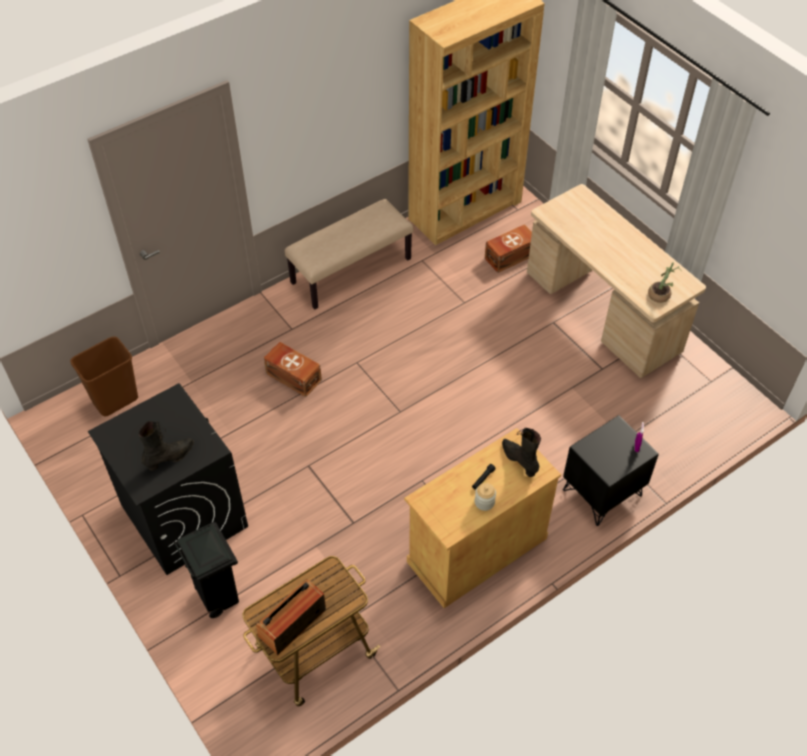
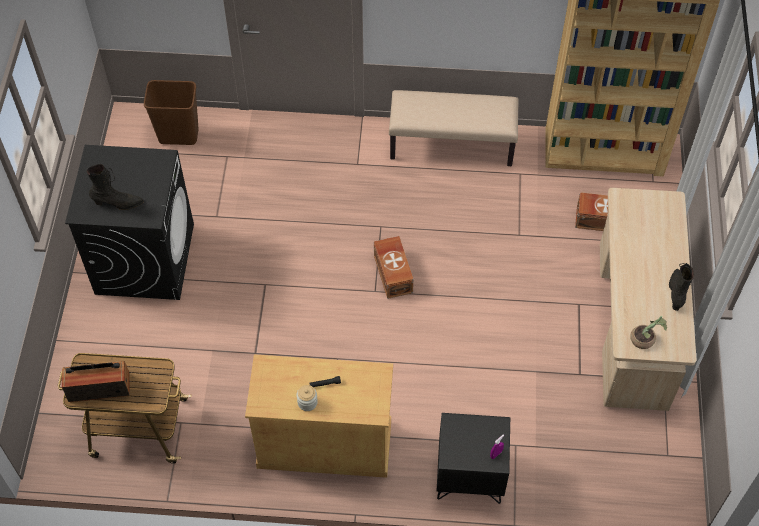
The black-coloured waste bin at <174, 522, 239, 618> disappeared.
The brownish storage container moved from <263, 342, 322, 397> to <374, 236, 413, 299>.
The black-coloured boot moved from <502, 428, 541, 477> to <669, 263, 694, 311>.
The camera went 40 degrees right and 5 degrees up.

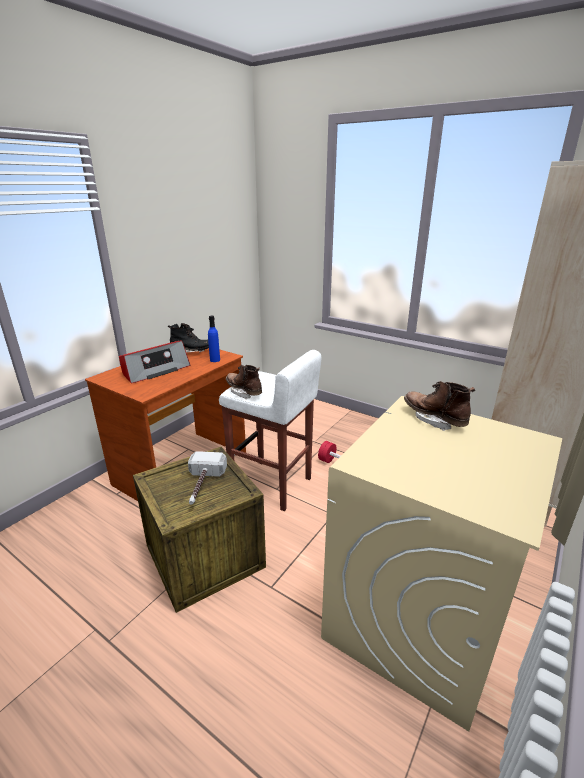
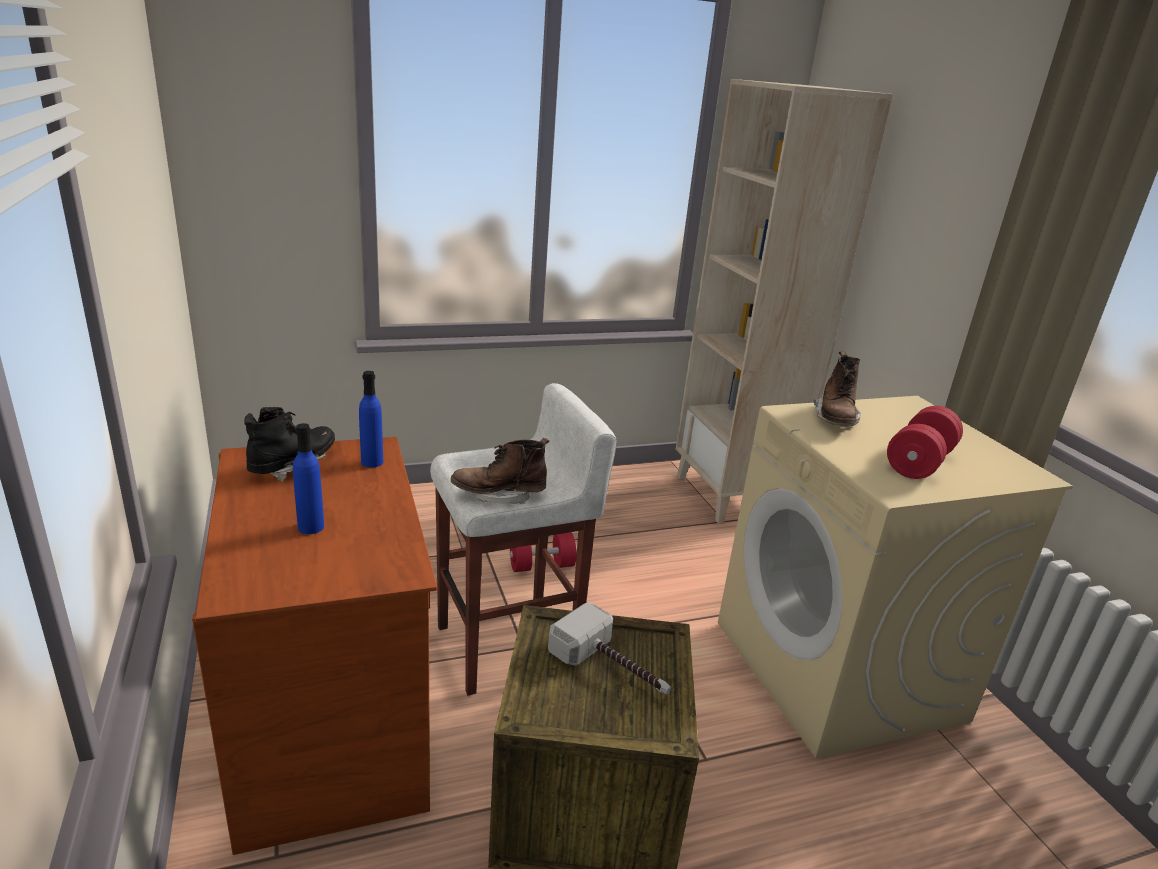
The reddish hand weight at <887, 406, 963, 479> appeared.
The radio set at <119, 340, 190, 384> was replaced by the blue-coloured drink bottle at <293, 423, 324, 534>.
The brownish boot at <404, 381, 475, 431> turned 75 degrees counterclockwise.
The camera went 55 degrees left and 0 degrees up.

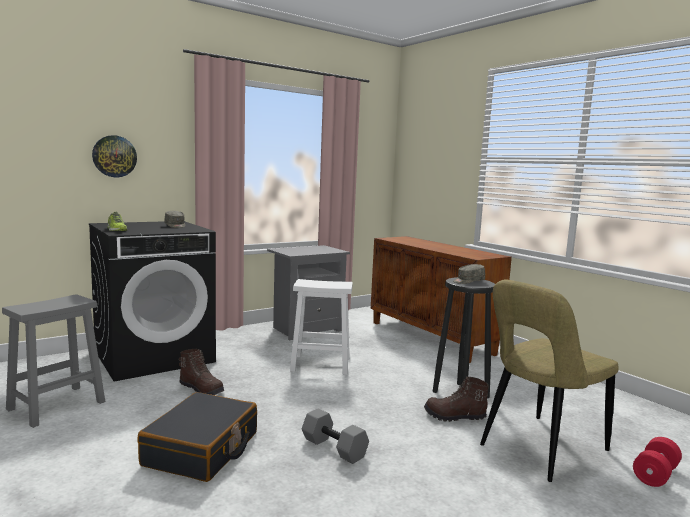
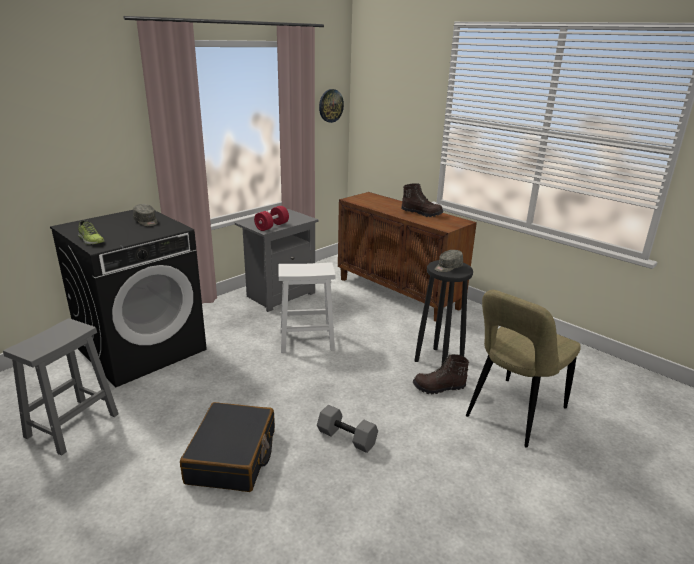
The wall clock moved from <92, 135, 137, 177> to <319, 89, 344, 123>.
The brownish boot moved from <179, 349, 224, 395> to <401, 183, 443, 217>.
The reddish hand weight moved from <633, 437, 682, 487> to <254, 206, 289, 231>.
The camera went 10 degrees left and 15 degrees up.

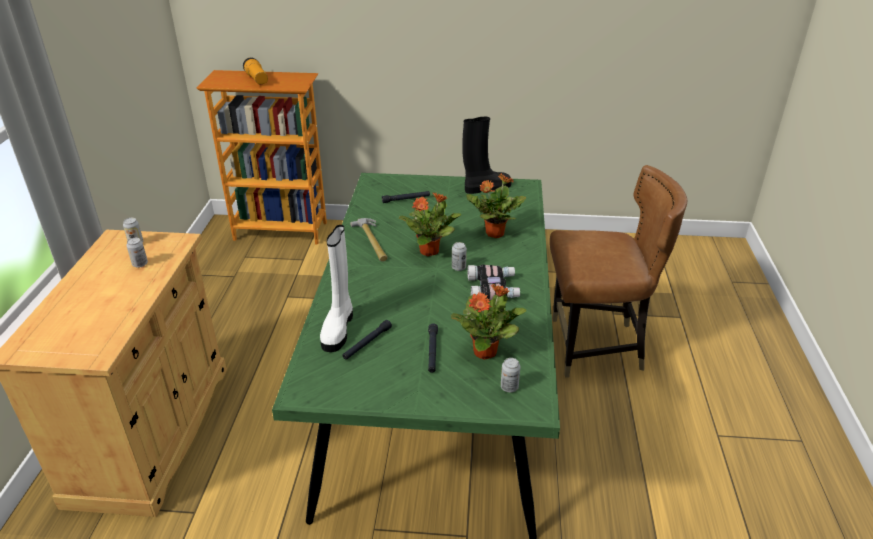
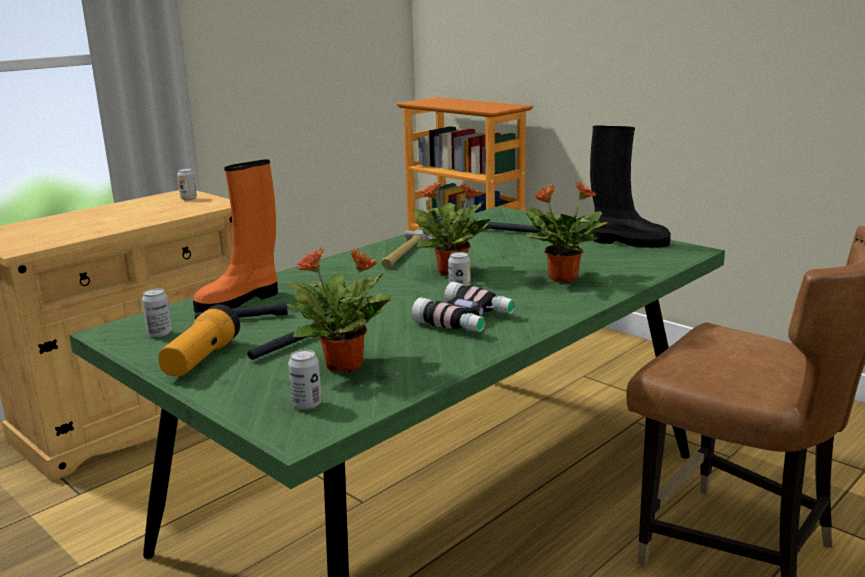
The metal can moved from <126, 238, 148, 268> to <142, 288, 172, 337>.
The torch moved from <243, 57, 268, 84> to <158, 304, 240, 376>.
The white boot at <320, 225, 353, 352> became the orangey boot at <193, 159, 278, 313>.
The camera went 40 degrees right and 15 degrees down.

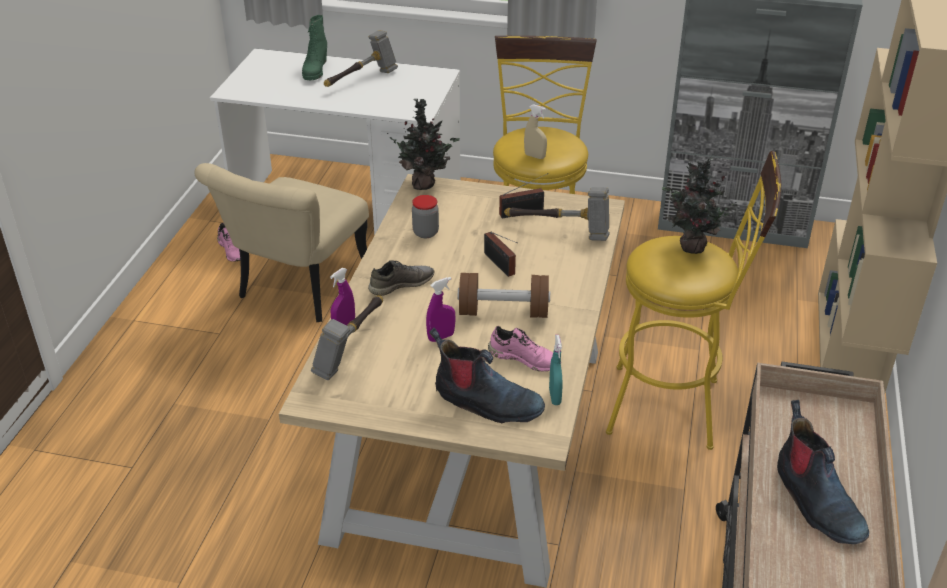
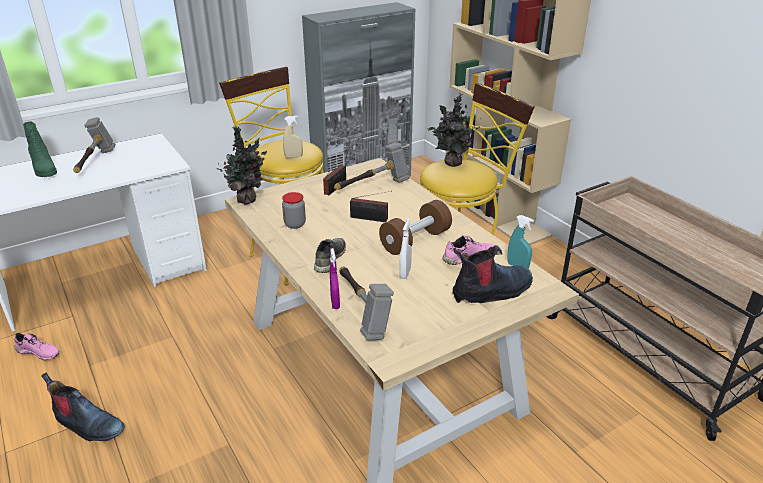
The sand-coloured chair at <194, 163, 369, 322> disappeared.
The boot moved from <777, 400, 869, 544> to <41, 373, 125, 441>.
The purple-coloured spray bottle at <426, 277, 456, 342> became the white spray bottle at <399, 218, 412, 279>.
The camera went 45 degrees left and 5 degrees down.

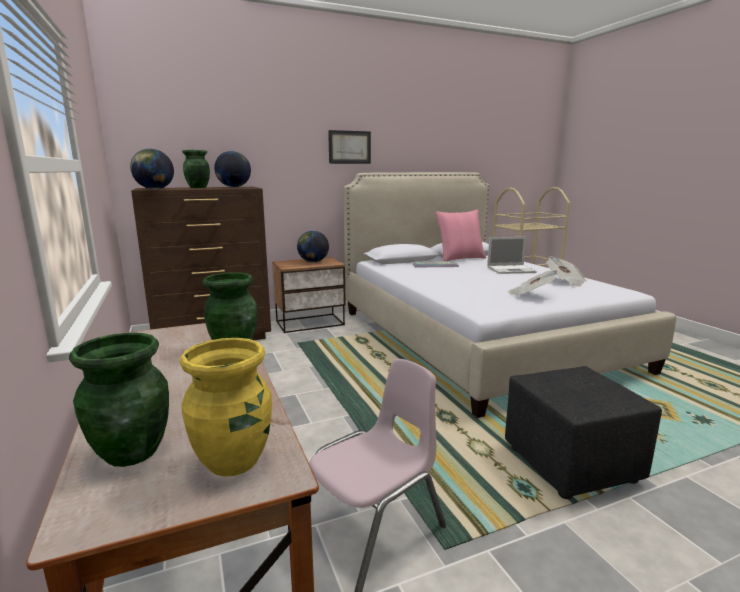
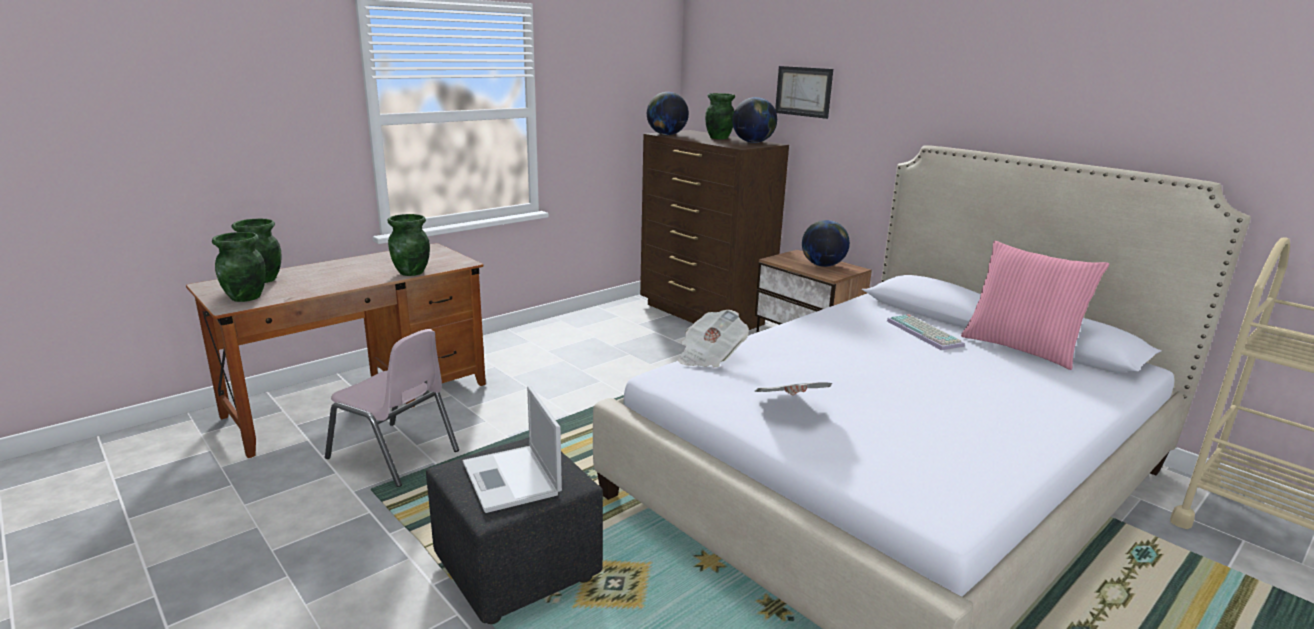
The wall art moved from <328, 130, 371, 164> to <775, 66, 833, 119>.
The laptop moved from <487, 237, 537, 274> to <462, 386, 562, 513>.
The newspaper moved from <546, 257, 587, 287> to <678, 310, 749, 368>.
The yellow-coloured flower vase at <180, 338, 272, 477> became the green flower vase at <212, 232, 266, 302>.
The camera went 70 degrees right and 5 degrees up.

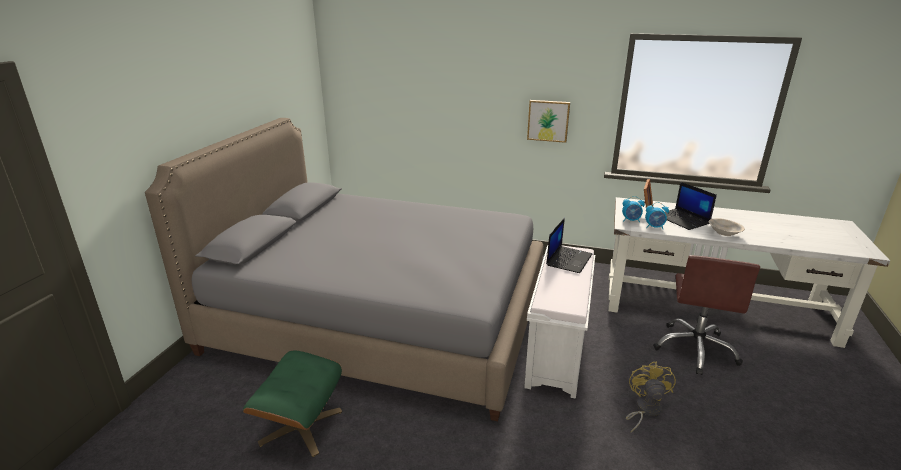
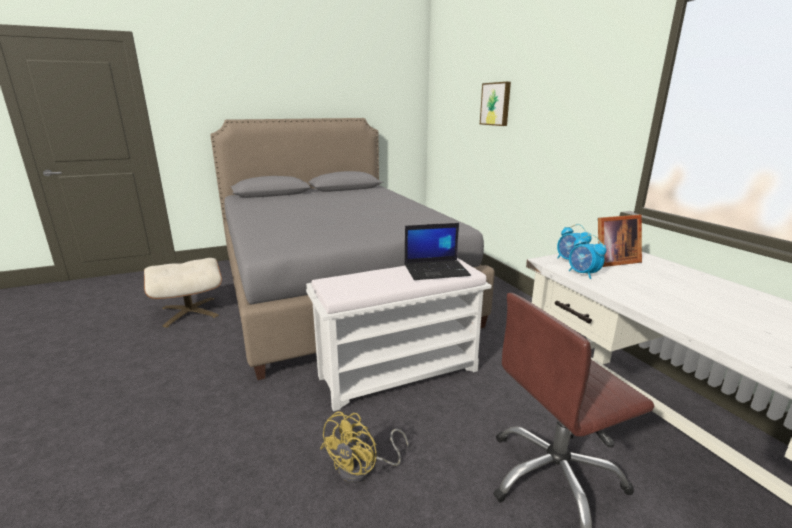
The laptop at <665, 182, 717, 230> disappeared.
The sand-coloured deep dish at <709, 218, 745, 236> disappeared.
The wall art moved from <527, 100, 570, 143> to <480, 82, 511, 126>.
The green pouffe at <243, 350, 342, 457> became the sand-coloured pouffe at <144, 258, 222, 327>.
The yellow-coloured cooling fan at <626, 362, 676, 432> turned 150 degrees clockwise.
The camera went 50 degrees right and 5 degrees down.

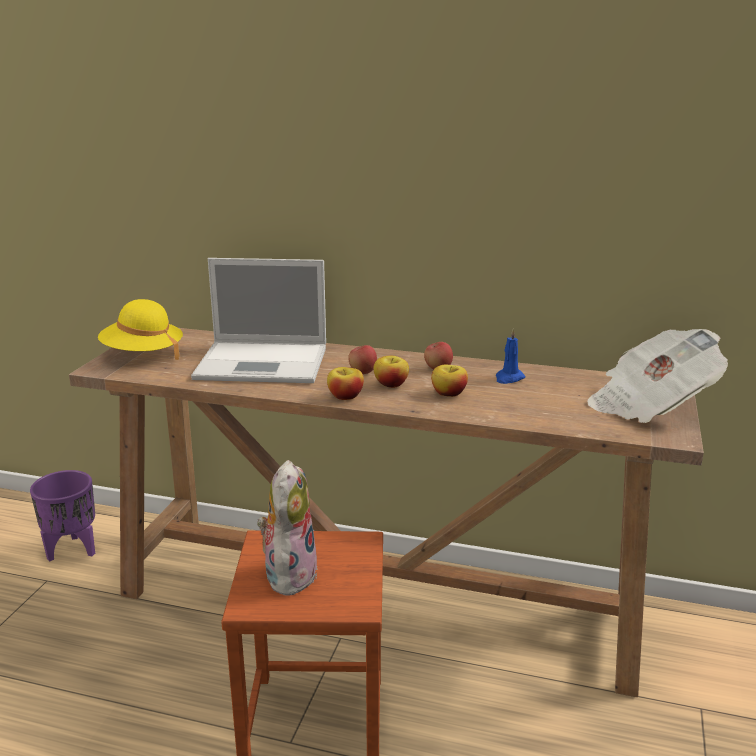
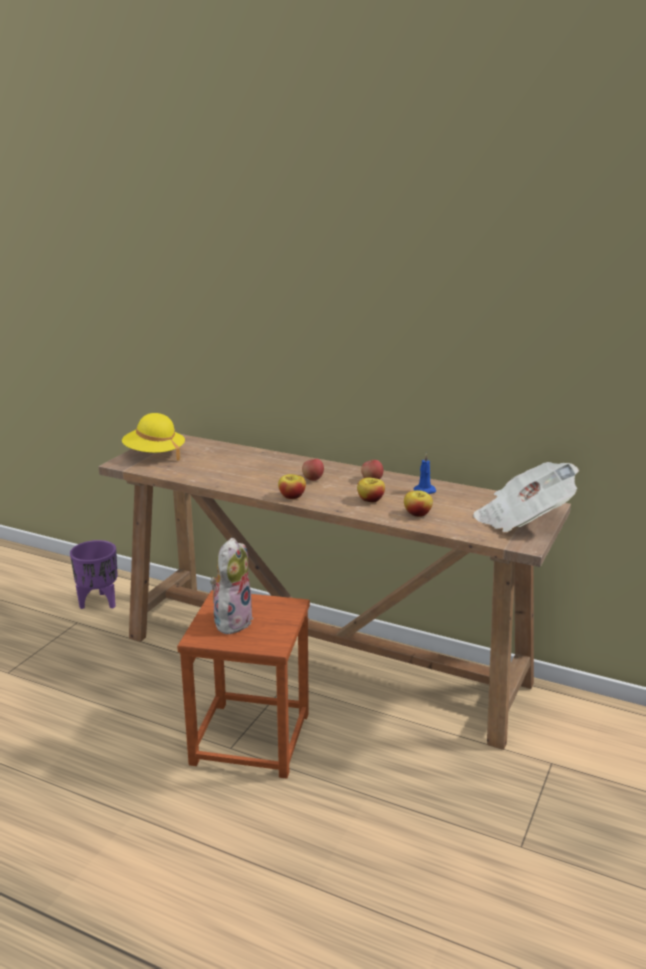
The laptop at <191, 258, 326, 383> disappeared.
The apple moved from <374, 356, 409, 388> to <404, 490, 433, 517>.
The camera went 10 degrees right and 0 degrees up.

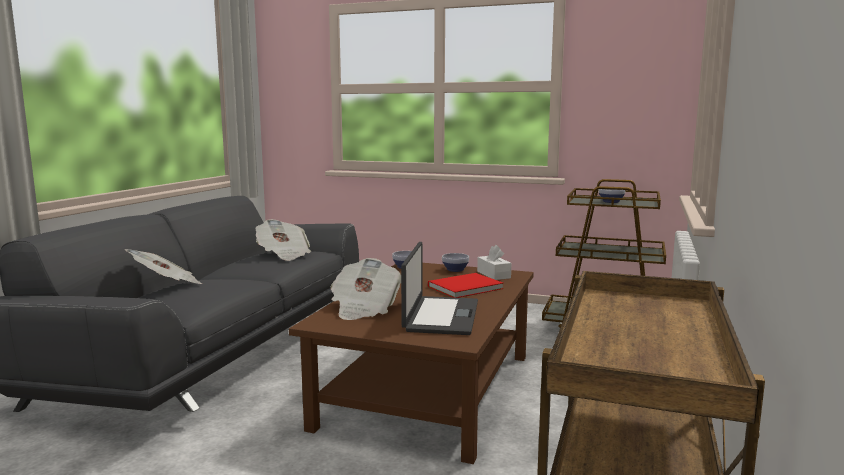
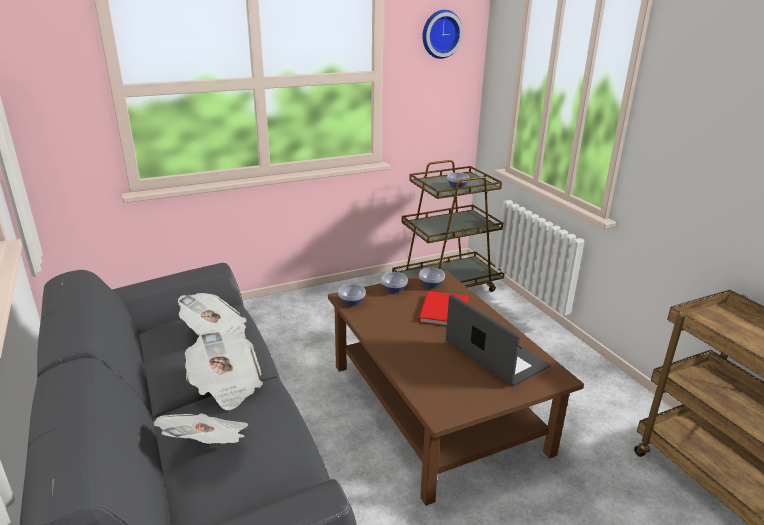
The wall clock at <422, 10, 463, 59> appeared.
The newspaper moved from <330, 258, 401, 320> to <185, 330, 263, 410>.
The white tissue holder at <477, 245, 511, 280> was replaced by the deep dish at <419, 268, 445, 289>.
The camera went 45 degrees left and 15 degrees up.

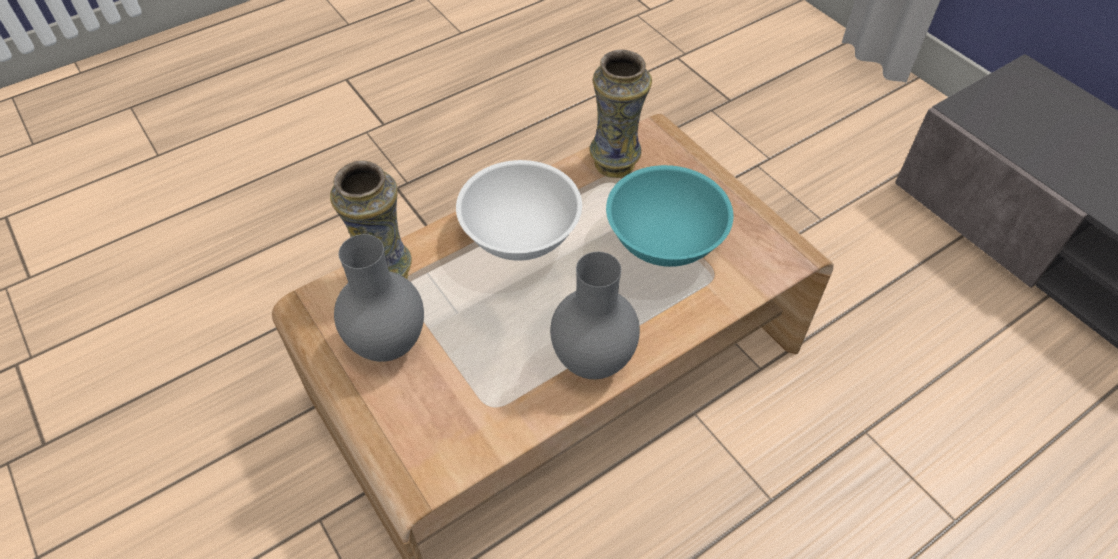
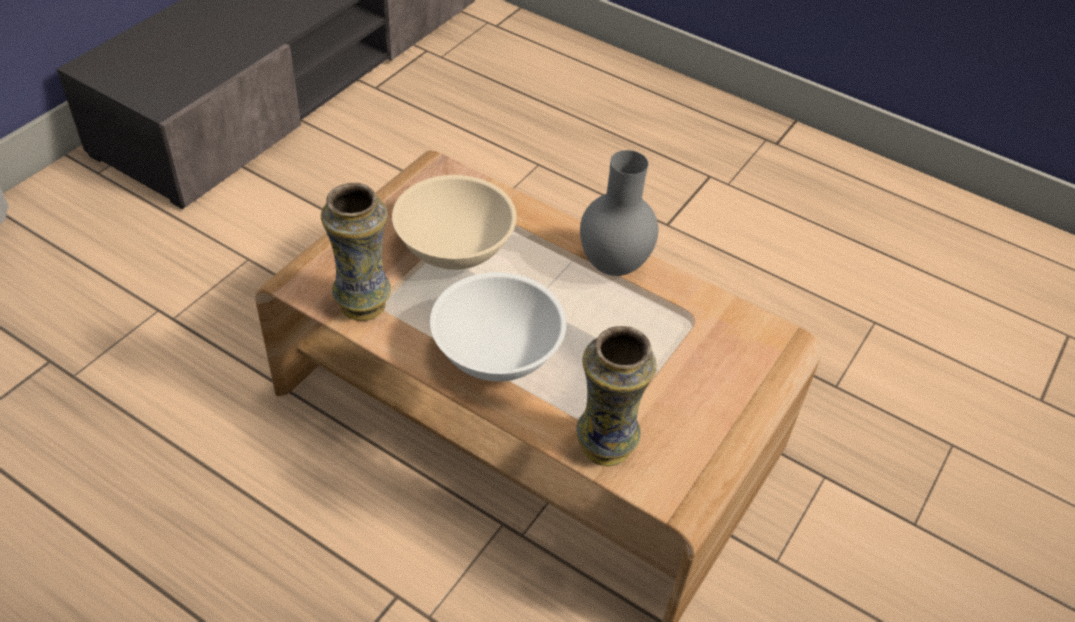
The gray flower vase at <334, 234, 424, 362> disappeared.
The turquoise deep dish at <606, 165, 734, 267> became the sand-coloured deep dish at <392, 175, 517, 270>.
The camera went 115 degrees left and 5 degrees down.

